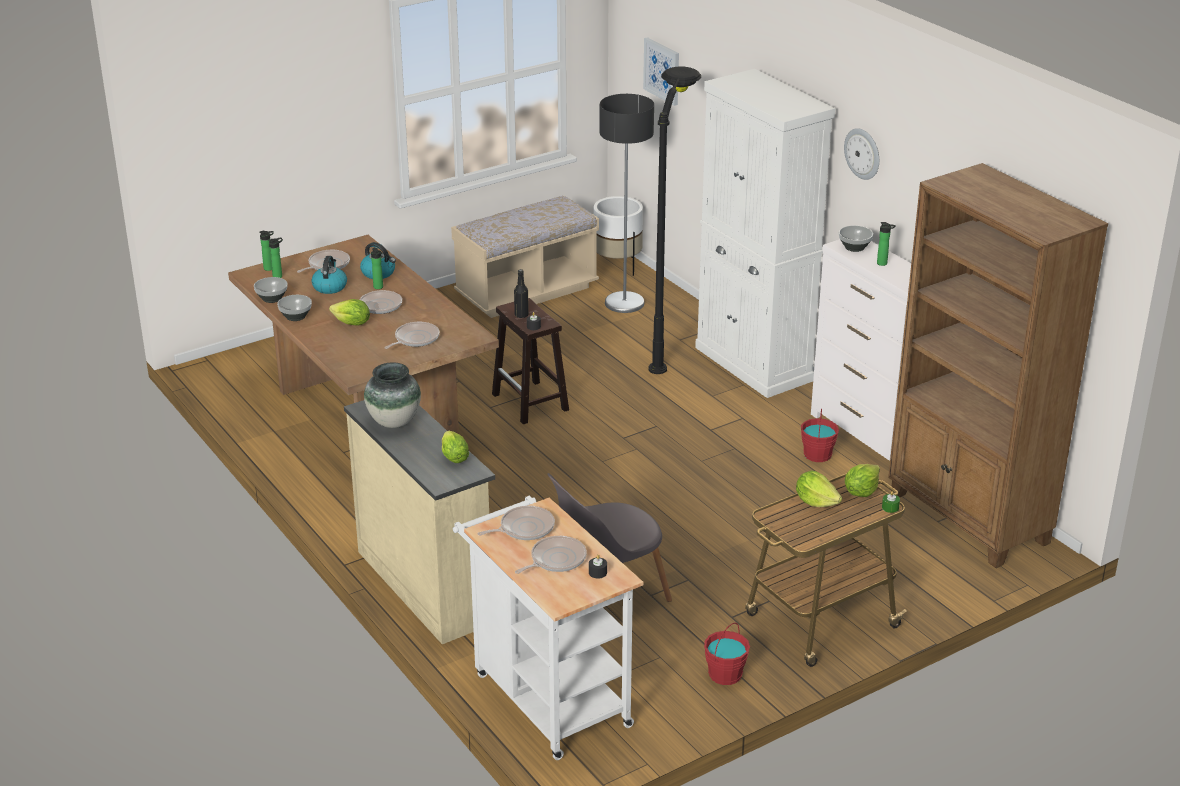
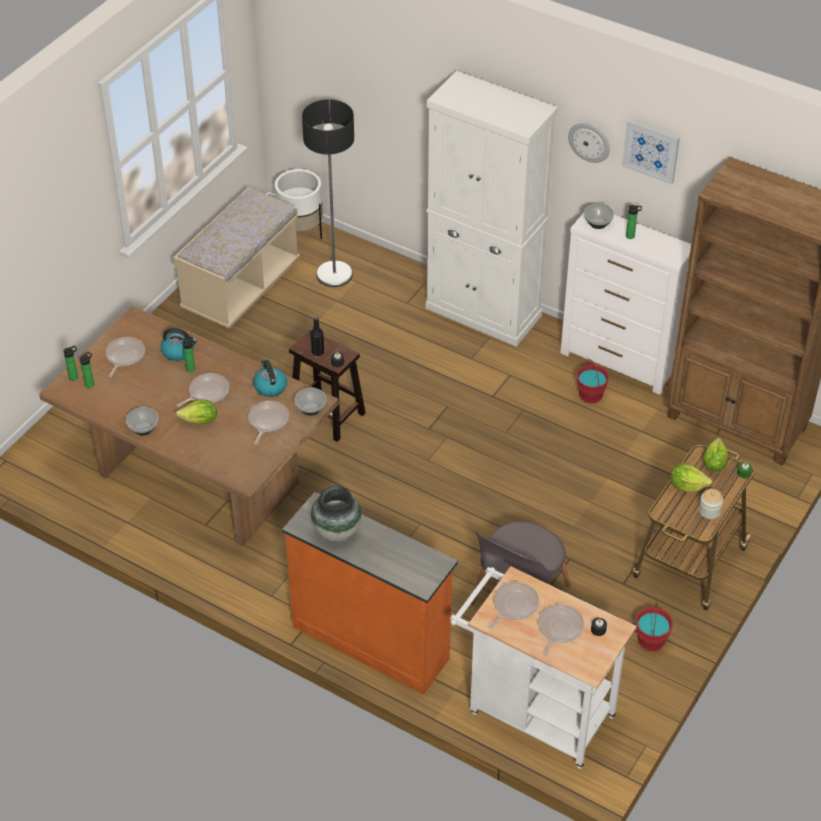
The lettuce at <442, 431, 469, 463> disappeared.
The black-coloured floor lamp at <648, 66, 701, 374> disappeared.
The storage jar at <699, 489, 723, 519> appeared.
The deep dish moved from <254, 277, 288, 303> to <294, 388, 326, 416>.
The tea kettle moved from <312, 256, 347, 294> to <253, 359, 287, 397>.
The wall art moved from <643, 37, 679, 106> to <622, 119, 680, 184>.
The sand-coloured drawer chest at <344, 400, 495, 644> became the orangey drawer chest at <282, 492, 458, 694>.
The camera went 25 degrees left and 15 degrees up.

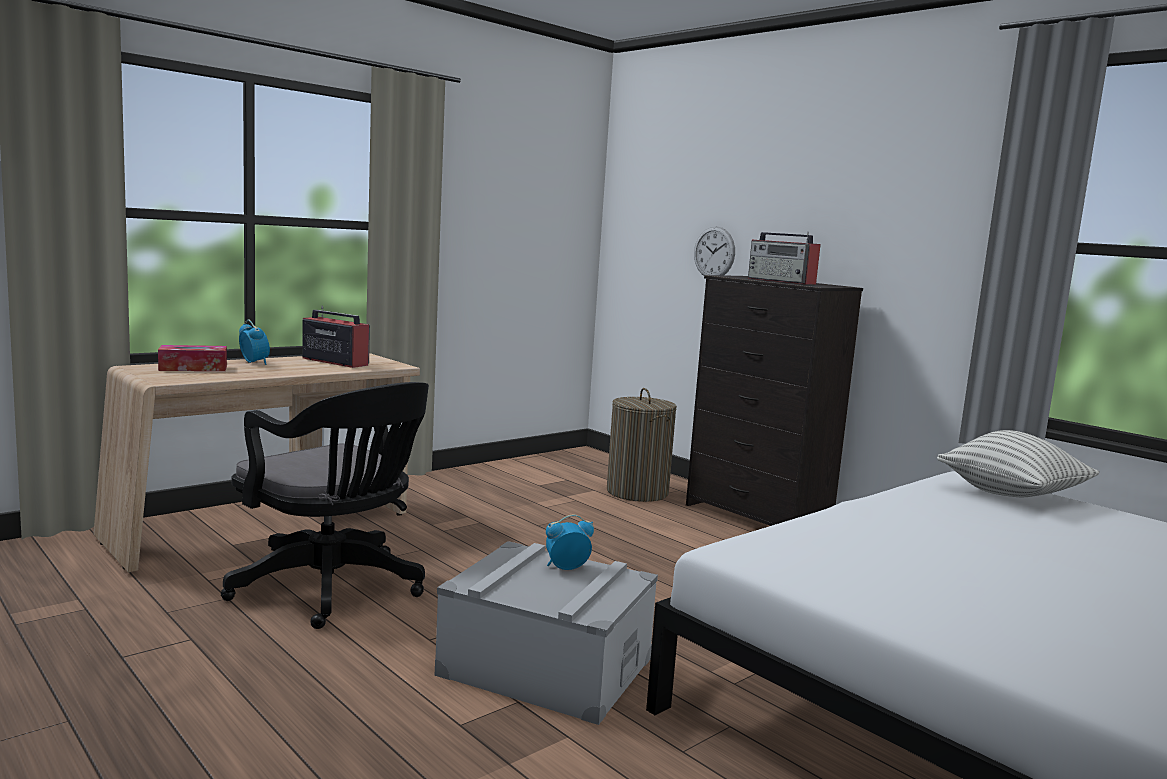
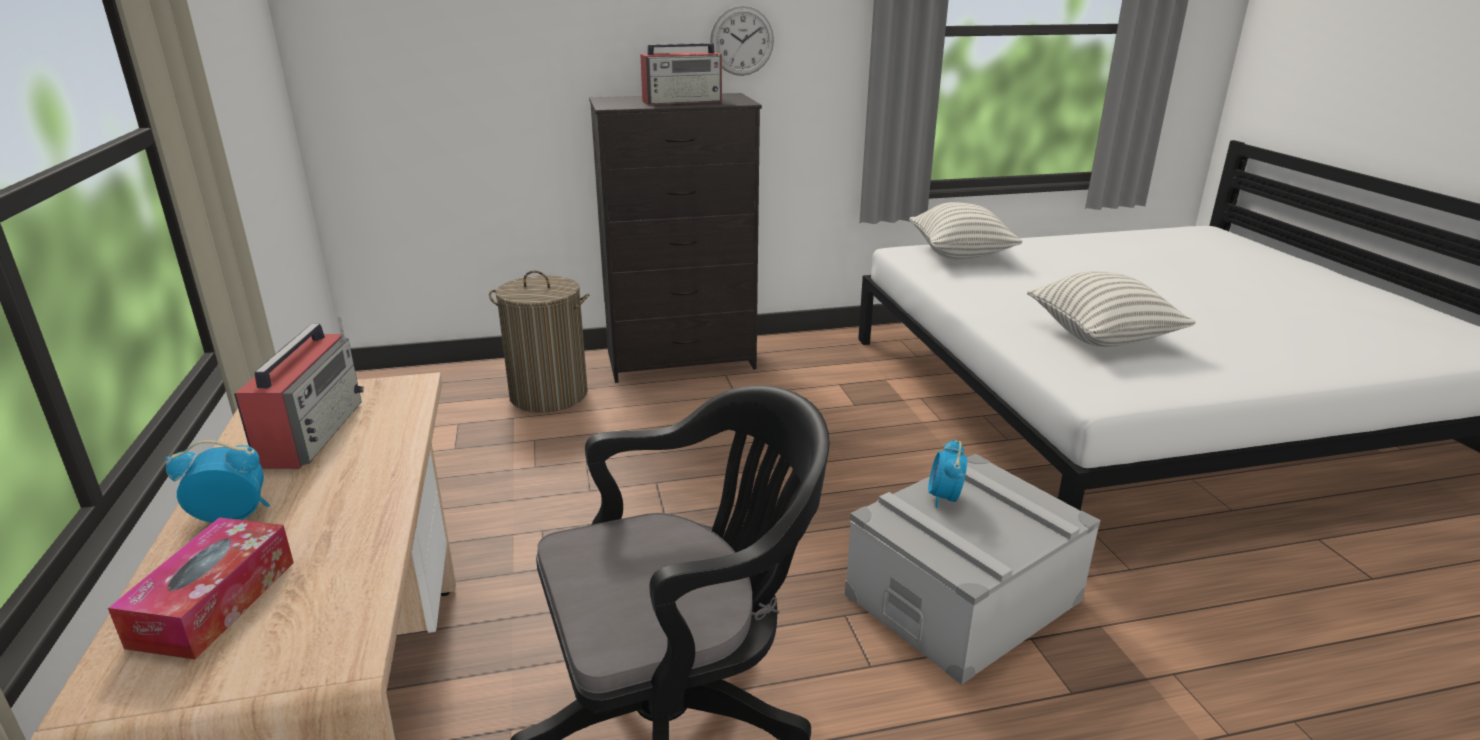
The pillow at <1027, 271, 1196, 347> appeared.
The wall clock moved from <694, 226, 735, 276> to <710, 6, 774, 76>.
The radio set at <302, 306, 370, 368> turned 120 degrees clockwise.
The camera went 60 degrees left and 15 degrees up.

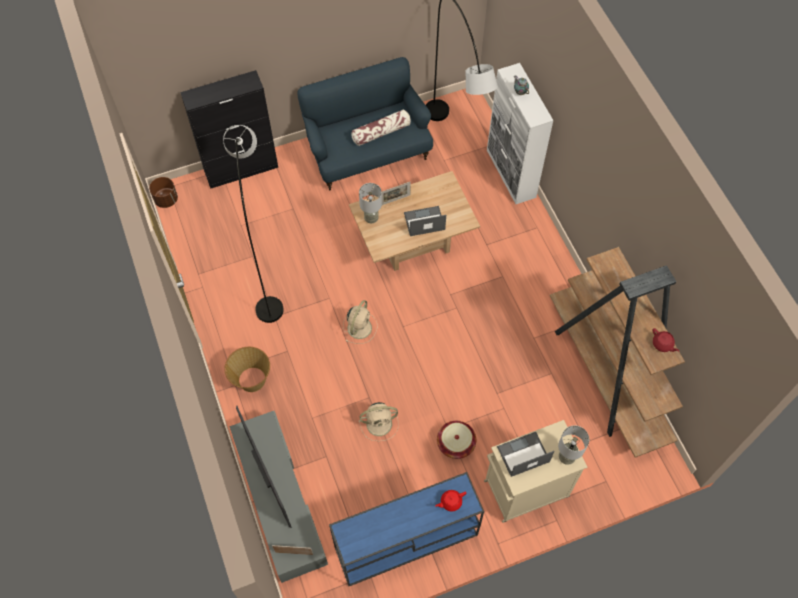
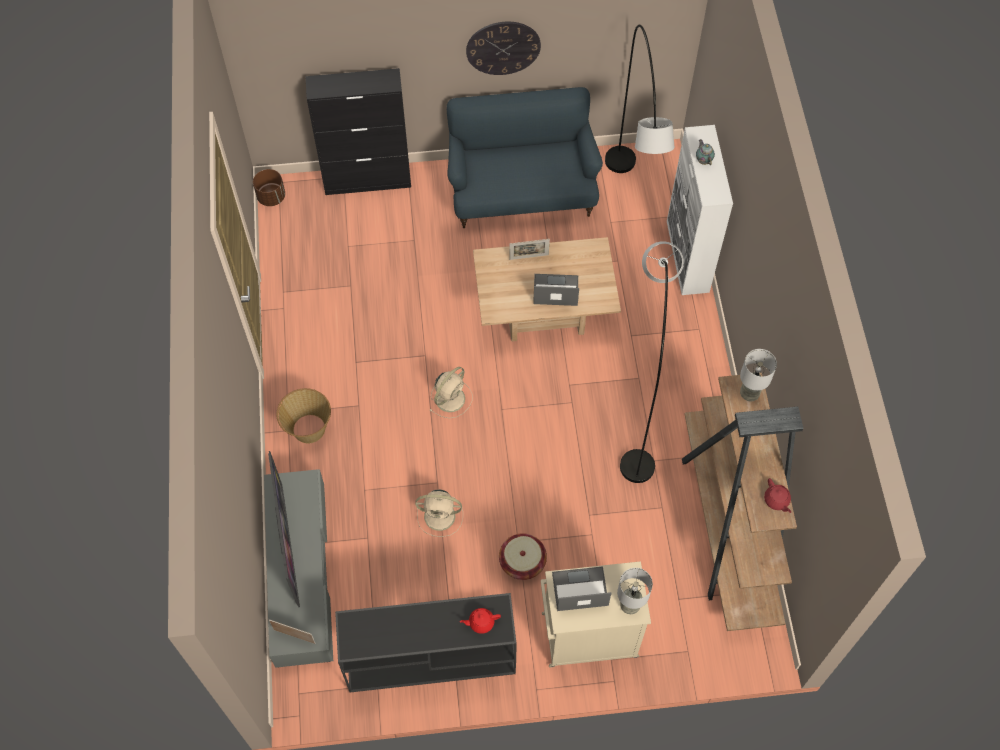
The pillow at <351, 109, 411, 146> disappeared.
The wall clock at <466, 22, 541, 75> appeared.
The gray floor lamp moved from <223, 125, 284, 323> to <620, 241, 684, 483>.
The gray table lamp moved from <359, 183, 382, 223> to <740, 349, 777, 401>.
The blue-coloured console table at <329, 472, 484, 586> became the black-coloured console table at <335, 593, 517, 692>.
The camera went 15 degrees right and 0 degrees up.

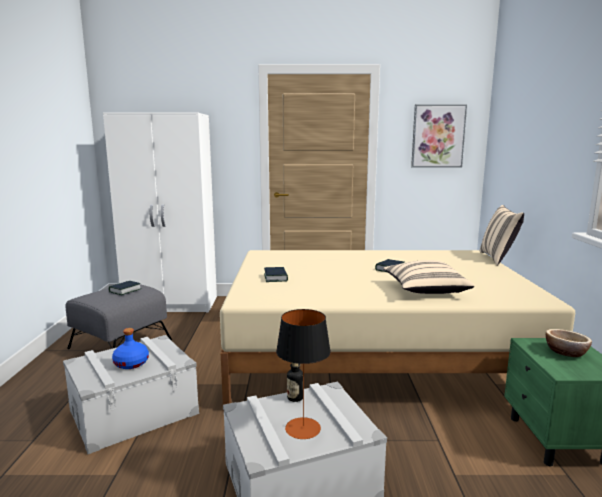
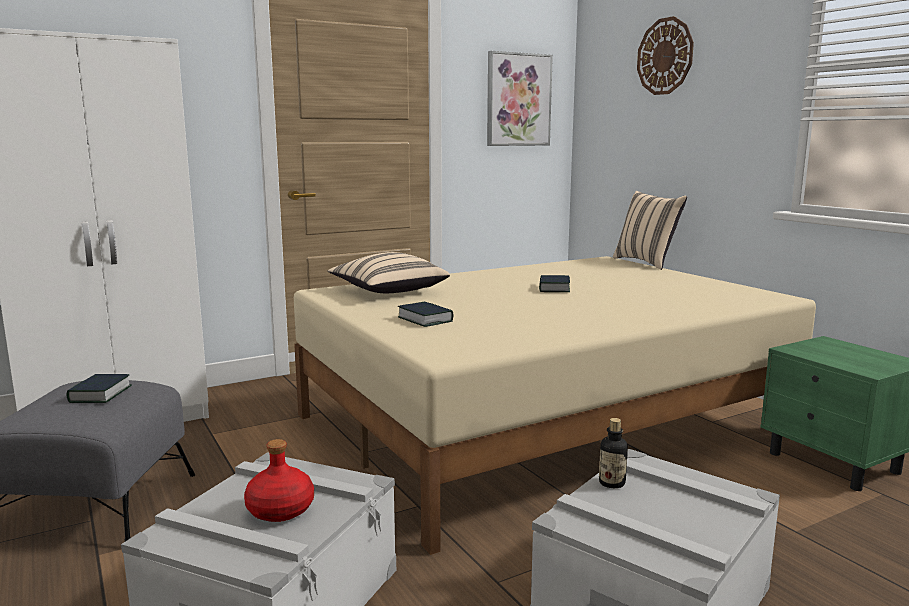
The table lamp at <276, 309, 331, 439> disappeared.
The deep dish at <546, 329, 592, 357> disappeared.
The wall clock at <637, 16, 694, 95> appeared.
The sand-coloured pillow moved from <383, 260, 474, 294> to <328, 252, 450, 293>.
The blue-coloured drink bottle at <112, 328, 149, 369> became the reddish drink bottle at <244, 439, 314, 522>.
The camera went 30 degrees left and 0 degrees up.

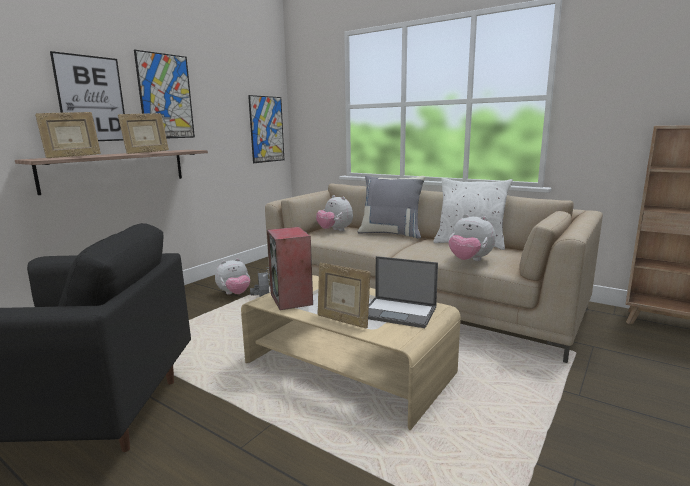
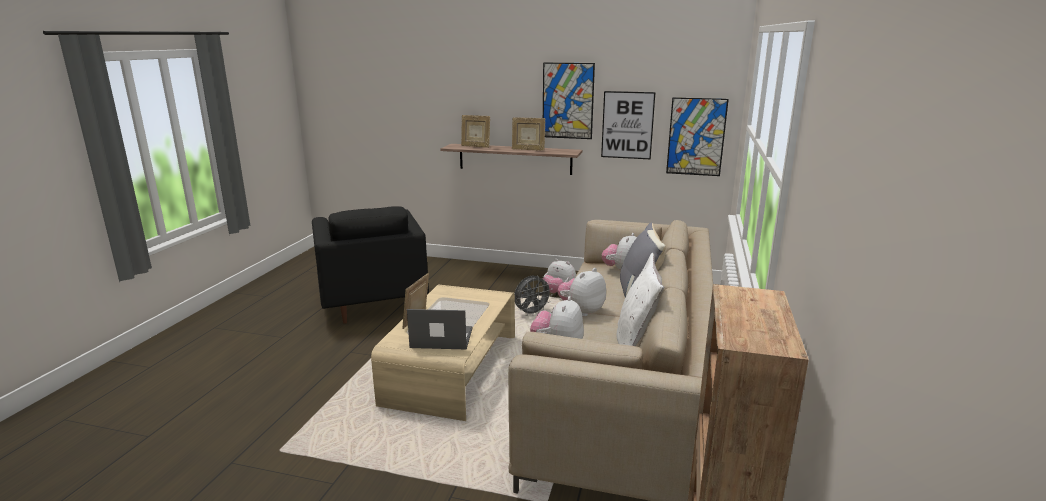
The loudspeaker at <267, 227, 313, 310> disappeared.
The plush toy at <557, 268, 606, 317> appeared.
The wall art moved from <50, 51, 125, 141> to <601, 91, 656, 159>.
The laptop at <368, 256, 438, 328> turned 90 degrees clockwise.
The camera went 70 degrees right and 5 degrees up.

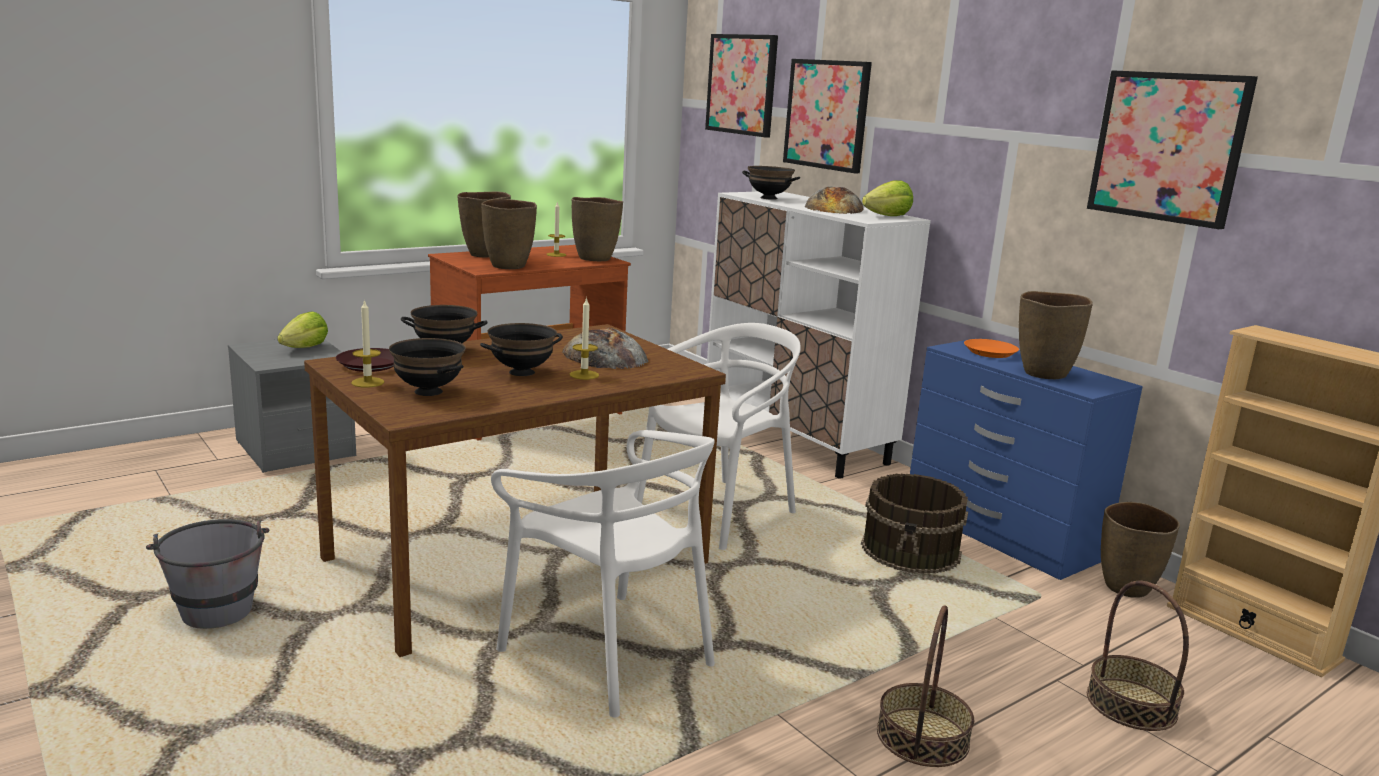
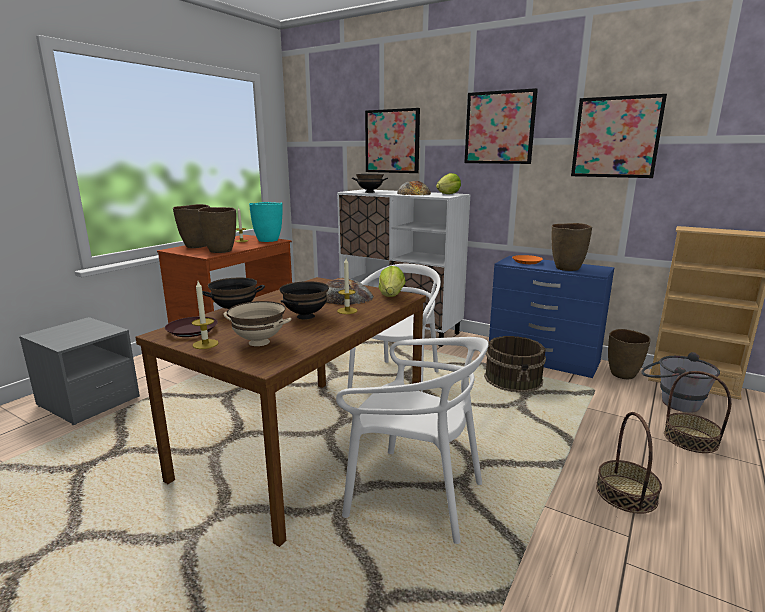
The gray pail moved from <146, 519, 269, 629> to <641, 352, 720, 413>.
The lettuce moved from <277, 311, 328, 348> to <378, 266, 406, 297>.
The wall art moved from <705, 34, 778, 137> to <464, 88, 538, 164>.
The black-coloured deep dish at <389, 338, 466, 396> became the sand-coloured deep dish at <224, 301, 292, 346>.
The brownish flower vase at <572, 197, 623, 261> became the turquoise flower vase at <249, 202, 283, 242>.
The camera went 20 degrees left and 0 degrees up.

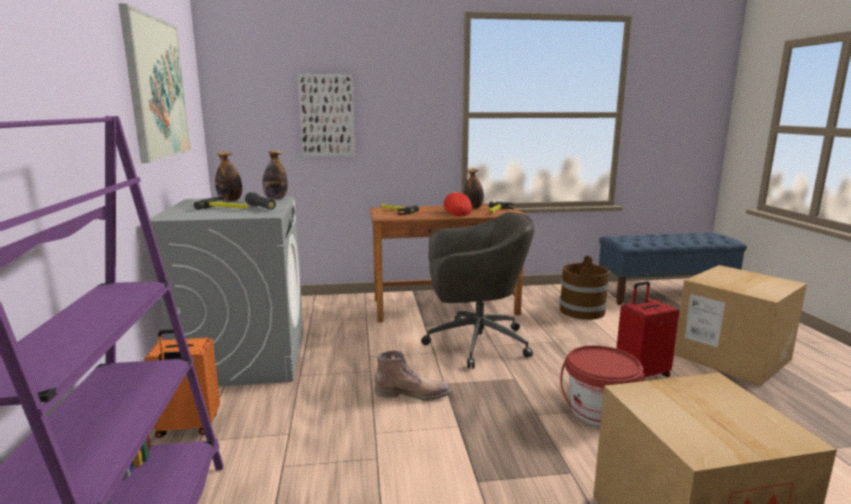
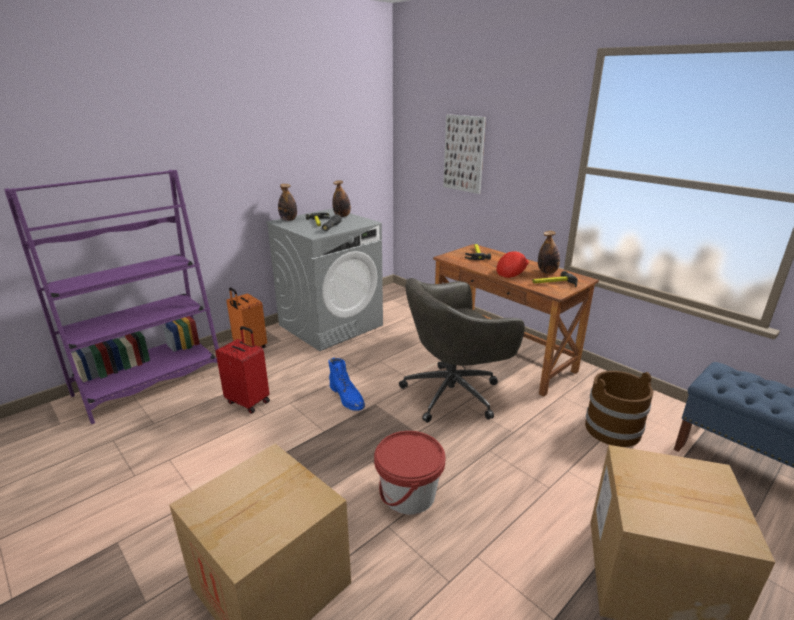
The wall art at <119, 4, 191, 163> disappeared.
The drink bottle moved from <262, 151, 288, 199> to <278, 184, 297, 221>.
The reddish travel case moved from <616, 281, 680, 378> to <216, 326, 270, 414>.
The brownish boot at <374, 350, 451, 401> became the blue-coloured boot at <328, 358, 365, 411>.
The gray computer chair at <421, 212, 534, 368> turned 105 degrees clockwise.
The camera went 55 degrees right and 10 degrees up.

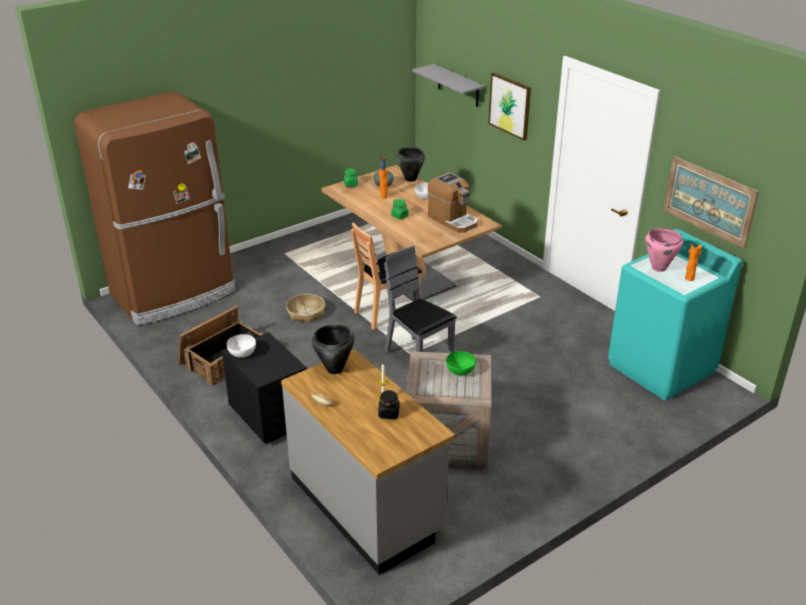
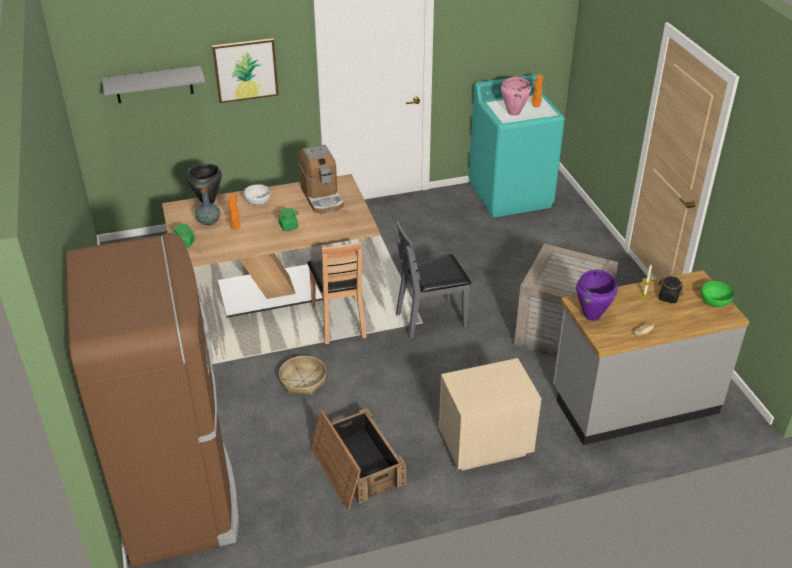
The white deep dish at <227, 334, 256, 358> disappeared.
The wall art at <664, 156, 759, 249> disappeared.
The green deep dish moved from <446, 351, 476, 375> to <701, 281, 734, 307>.
The black-coloured night table at <222, 332, 307, 444> became the sand-coloured night table at <439, 358, 541, 471>.
The black-coloured saucepot at <312, 325, 354, 374> became the purple-coloured saucepot at <576, 270, 617, 321>.
The coffee maker at <427, 173, 478, 233> turned 90 degrees clockwise.
The camera went 70 degrees left and 5 degrees up.

